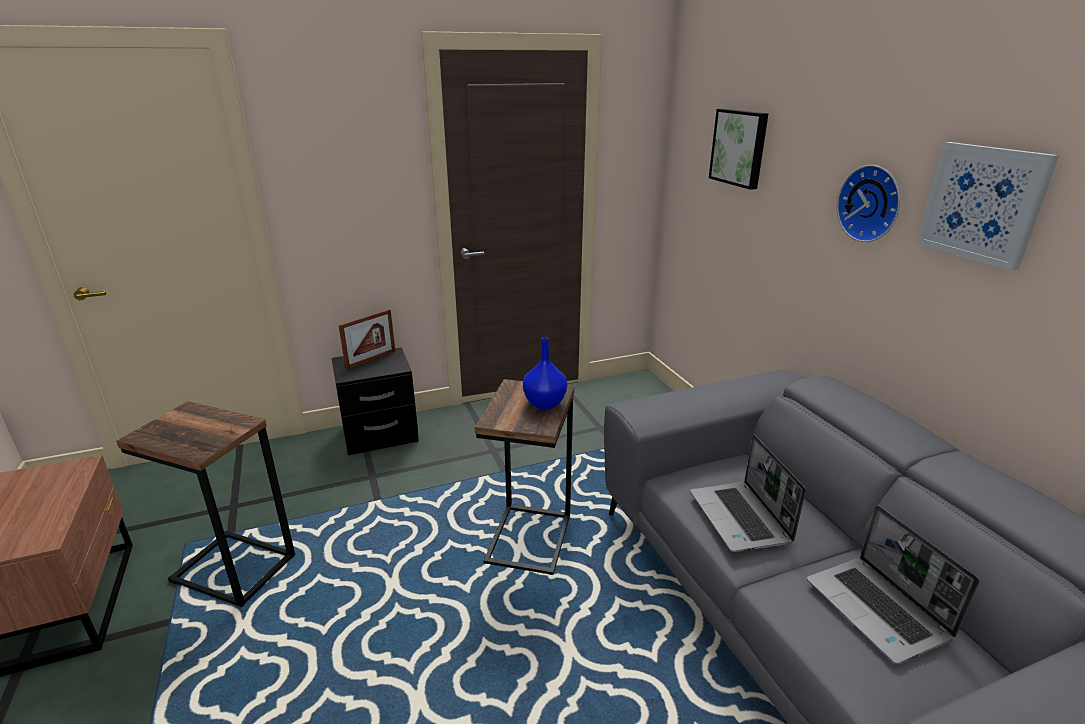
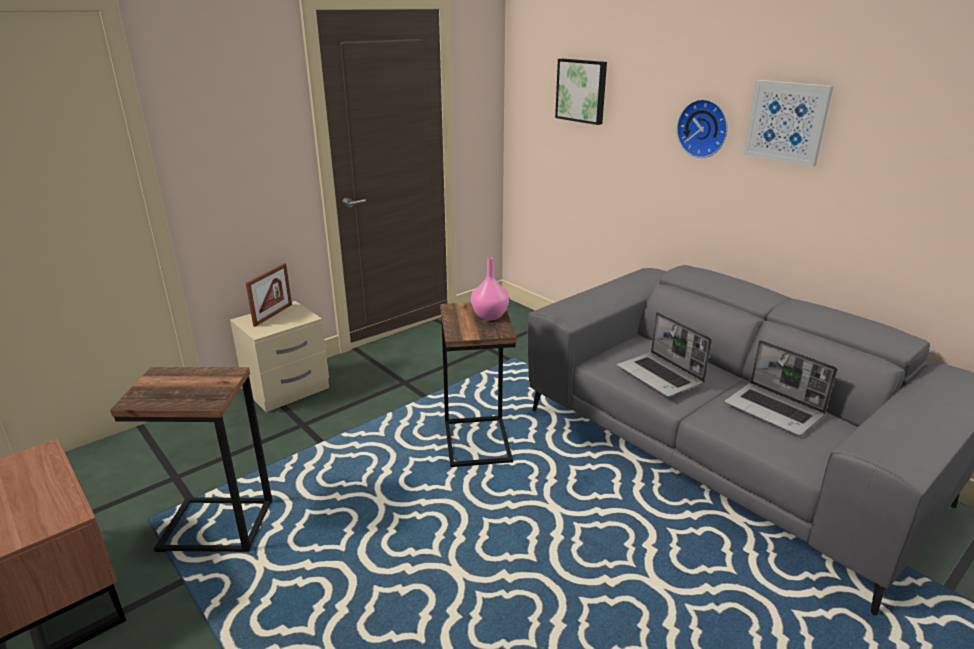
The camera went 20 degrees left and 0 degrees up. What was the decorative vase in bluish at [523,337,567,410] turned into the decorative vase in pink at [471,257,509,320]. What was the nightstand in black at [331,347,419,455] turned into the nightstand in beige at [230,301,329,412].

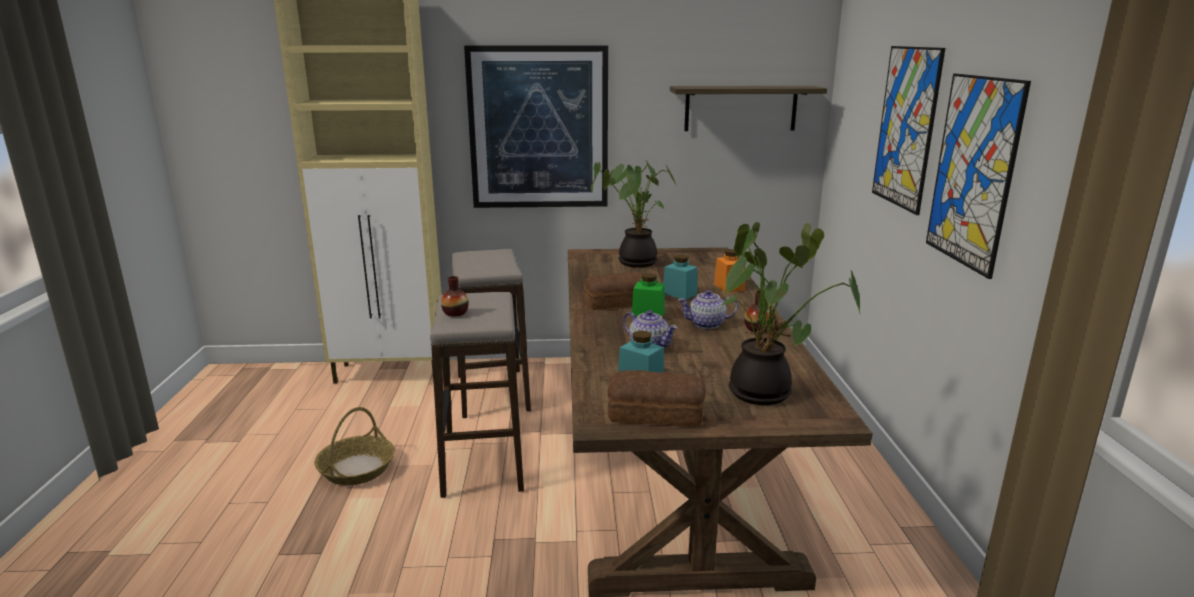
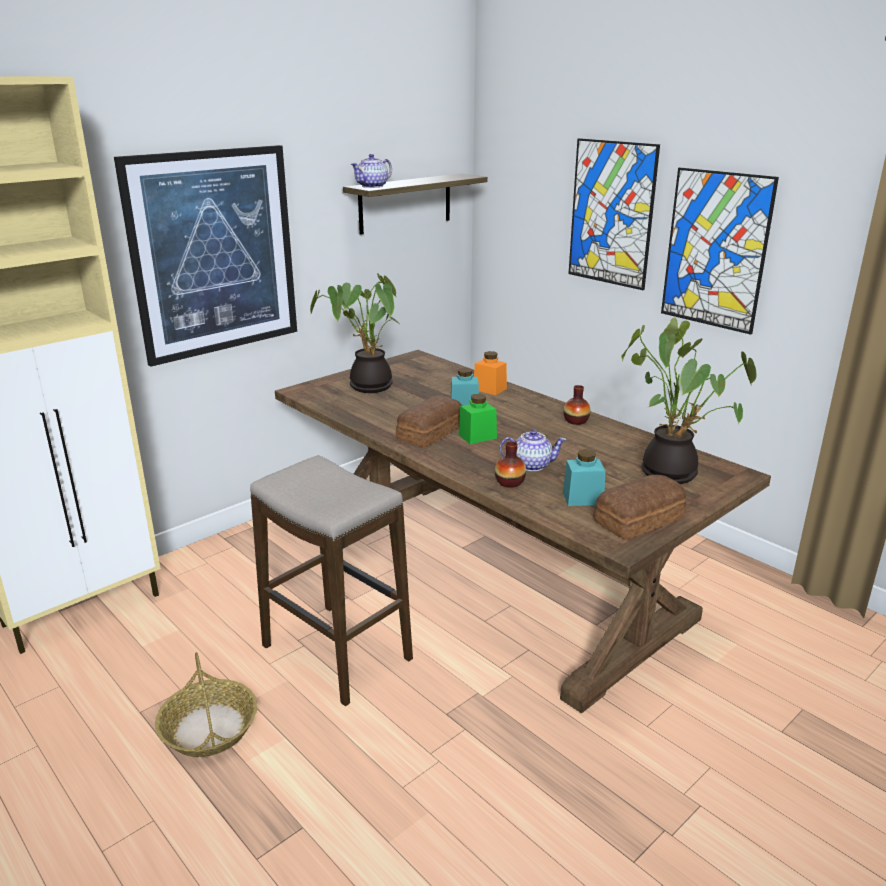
The camera went 40 degrees left and 5 degrees up. The second view lost the sitting stool at [451,249,531,418]. The decorative vase ended up elsewhere, having gone from [441,276,469,317] to [495,441,526,488]. The tea pot ended up elsewhere, having gone from [678,290,738,329] to [351,154,392,188].

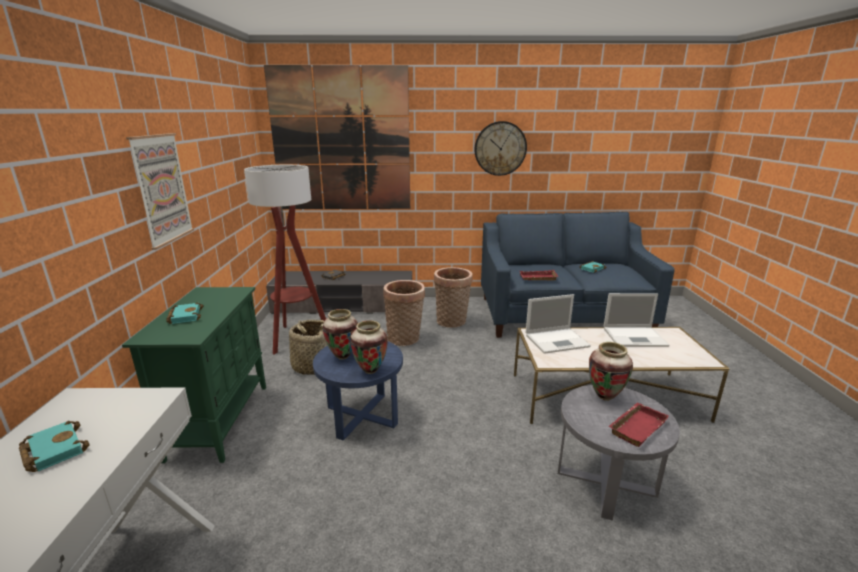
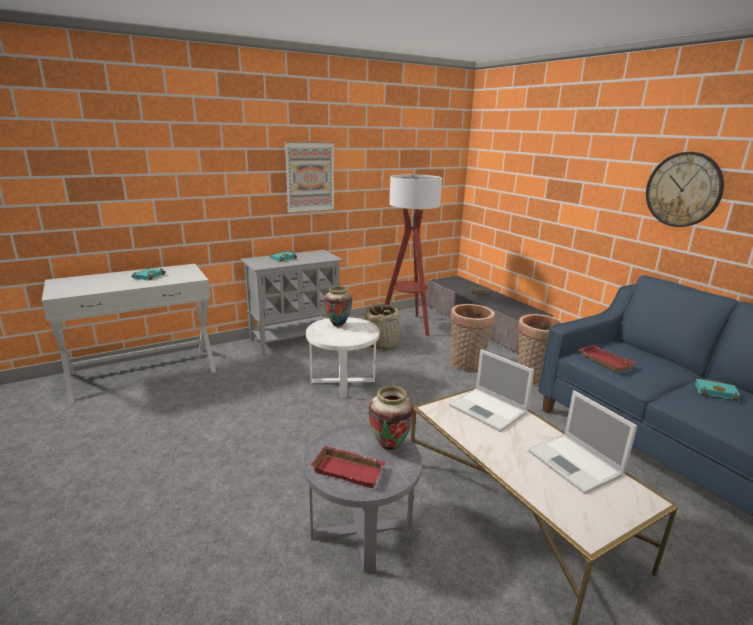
The camera went 60 degrees right and 0 degrees up. The second view lost the wall art at [264,65,410,209]. What was the storage cabinet in green at [122,287,266,463] turned into the storage cabinet in gray at [241,250,343,355]. The second view lost the decorative vase at [350,320,388,374]. What was the side table in bluish at [313,341,403,441] turned into the side table in whitish at [306,317,379,398].

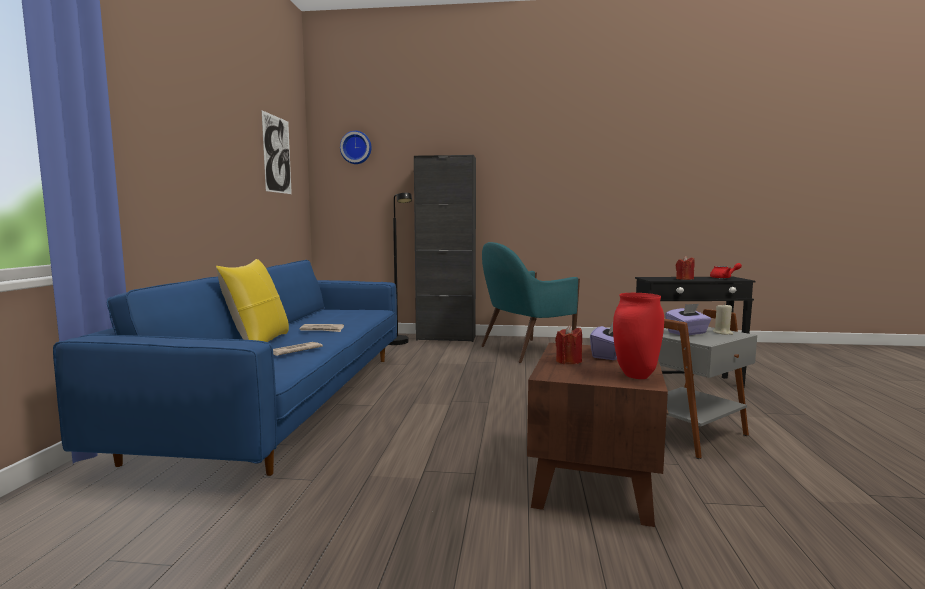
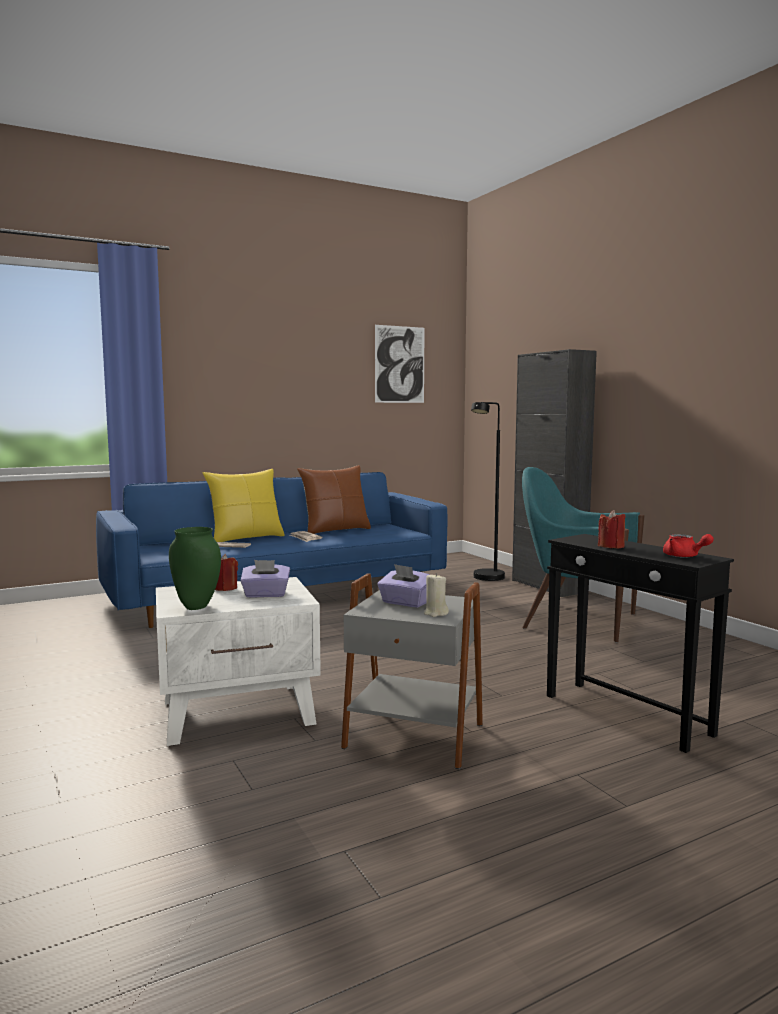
The camera went 55 degrees right and 0 degrees up. The second view lost the clock on the wall at [340,131,371,164]. What was the decorative vase in reddish at [613,293,664,379] turned into the decorative vase in green at [169,527,221,610]. What was the side table in brown-coloured at [527,343,669,527] turned into the side table in whitish at [156,577,321,746]. The second view gained the throw pillow in brown-coloured at [297,465,371,534].

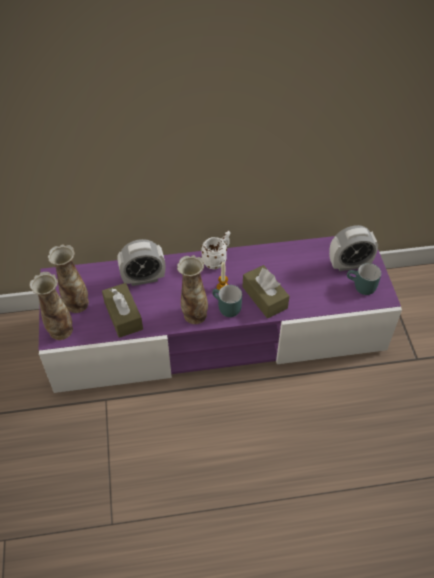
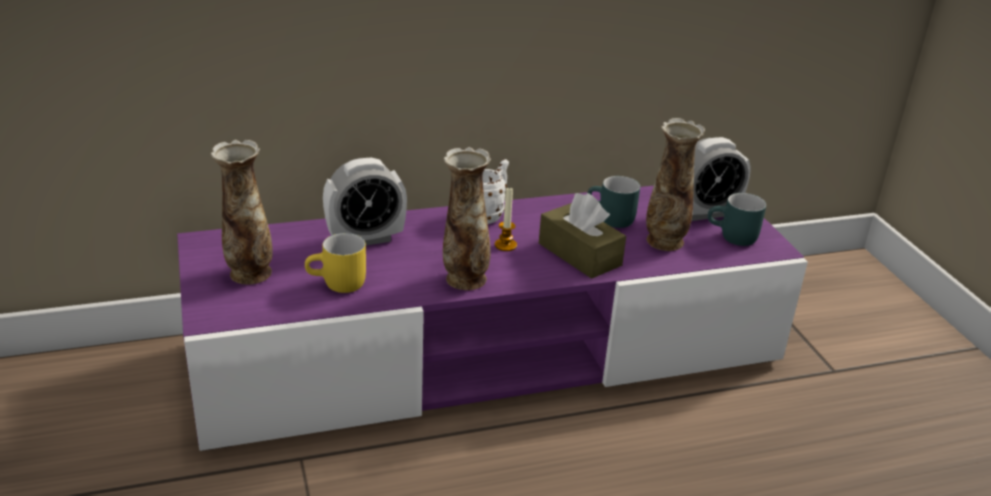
The camera went 10 degrees left and 20 degrees down. The decorative vase ended up elsewhere, having gone from [29,272,73,340] to [646,118,705,251]. Where the tissue box in brown-coloured stood at [102,283,143,338], the tea mug in yellowish came to stand at [305,233,366,293]. The tea mug in blue-green ended up elsewhere, having gone from [212,285,242,317] to [588,176,640,228].

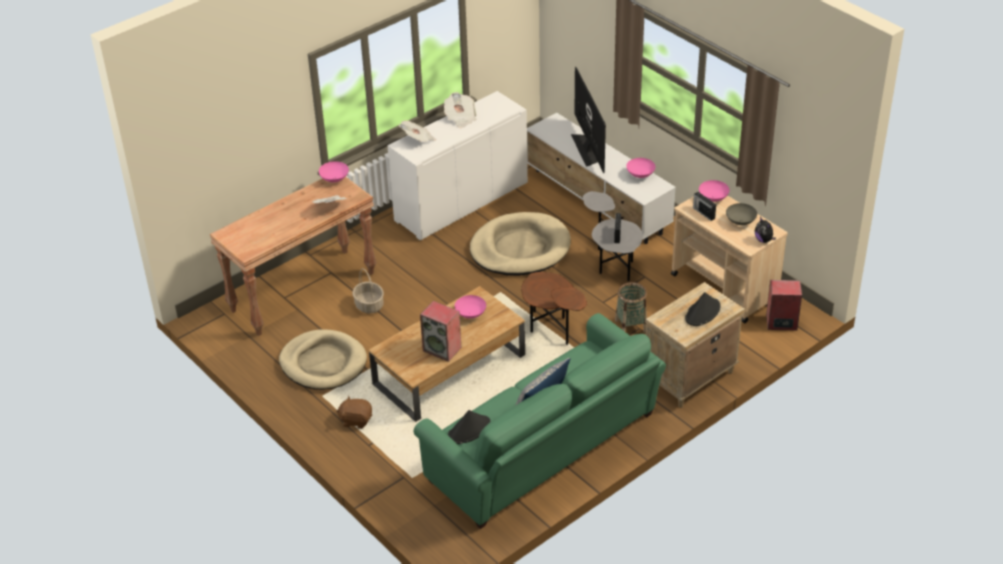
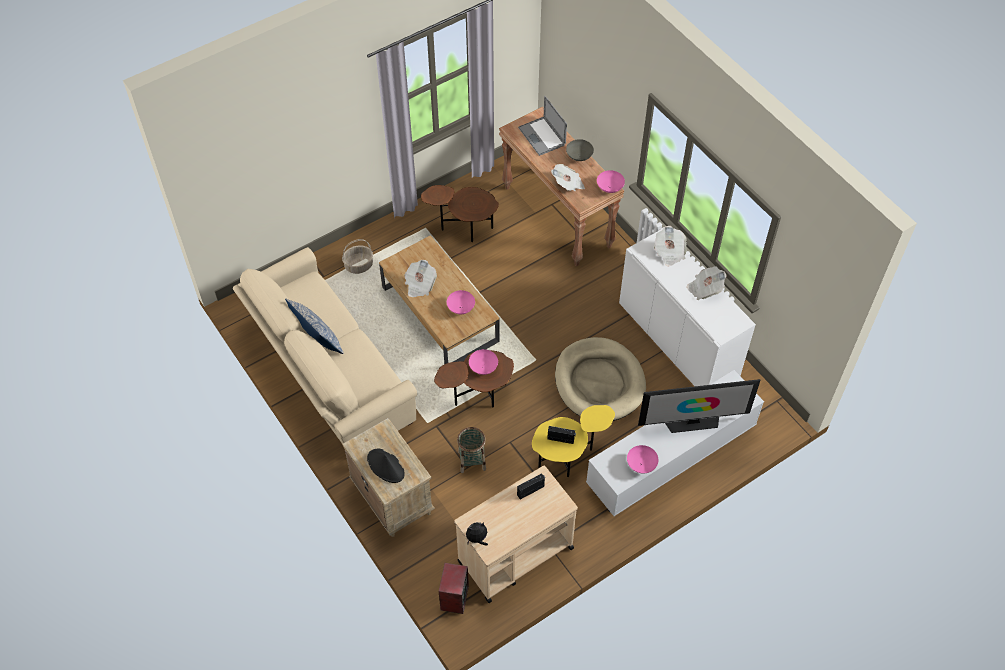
The camera went 95 degrees right and 15 degrees up. The serving bowl in pink ended up elsewhere, having gone from [699,180,730,202] to [469,349,498,375]. What was the side table in gray at [583,191,643,281] turned into the side table in yellowish at [532,405,615,477]. The serving bowl in gray ended up elsewhere, having gone from [726,203,757,225] to [566,139,594,161]. The household basket ended up elsewhere, having gone from [353,268,384,313] to [342,239,373,274]. Where the audio speaker stood at [420,301,461,362], the newspaper came to stand at [404,260,437,297]. What was the sofa in green at [414,313,666,529] turned into the sofa in beige at [233,247,417,444]. Where the dog cushion in beige stood at [279,329,367,390], the side table in brown-coloured came to stand at [421,185,499,242]. The second view lost the plush toy in brown-coloured at [336,396,372,429]. The second view lost the clothing hat in black at [448,410,491,444]. The second view gained the laptop at [518,96,567,156].

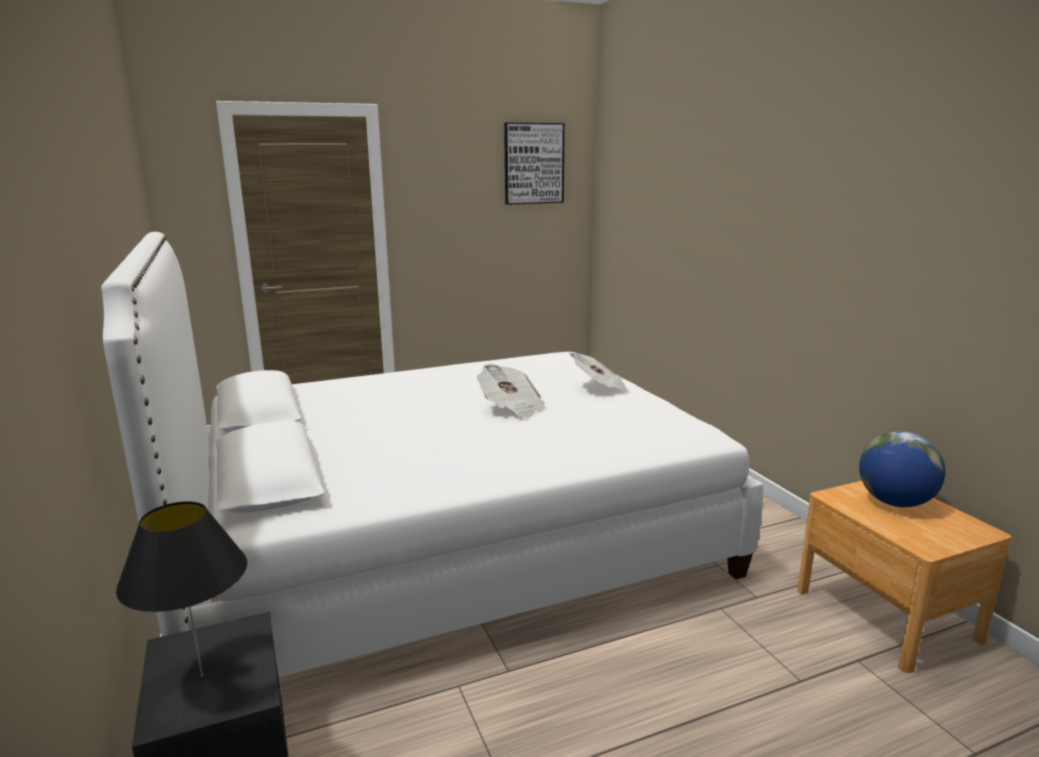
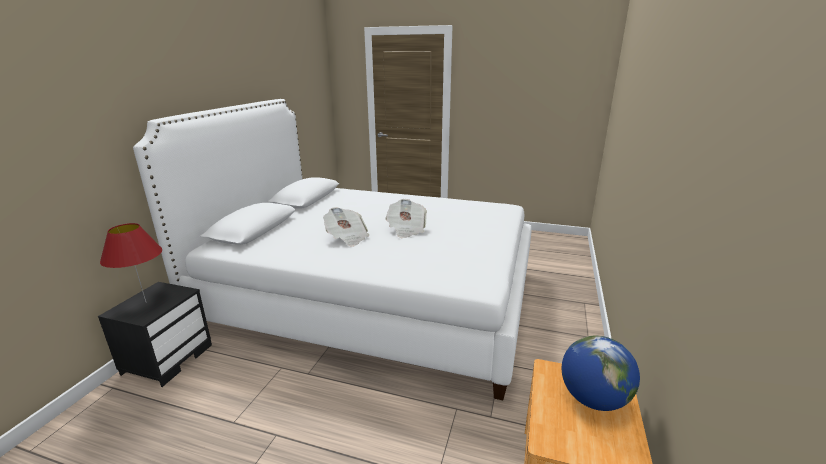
The camera went 40 degrees right and 5 degrees up. The second view lost the wall art at [504,123,565,205]. The newspaper ended up elsewhere, having gone from [569,352,630,393] to [323,207,369,247]. What was the tabletop lamp in black at [116,501,247,677] turned into the tabletop lamp in reddish at [100,223,162,303].

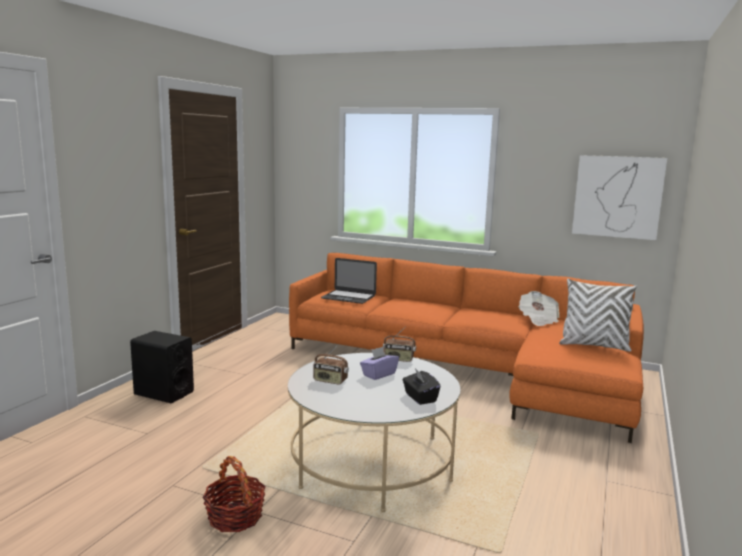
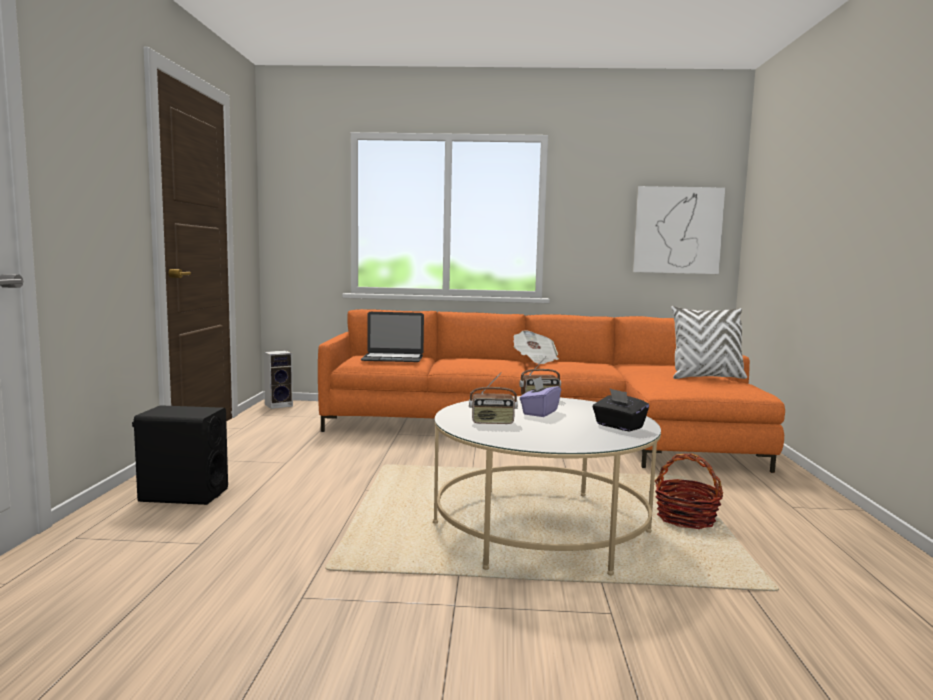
The camera went 20 degrees left and 5 degrees down. The newspaper ended up elsewhere, having gone from [519,291,559,326] to [513,330,559,364]. The household basket ended up elsewhere, having gone from [202,456,266,532] to [655,453,723,529]. The second view gained the audio speaker at [264,350,293,409].

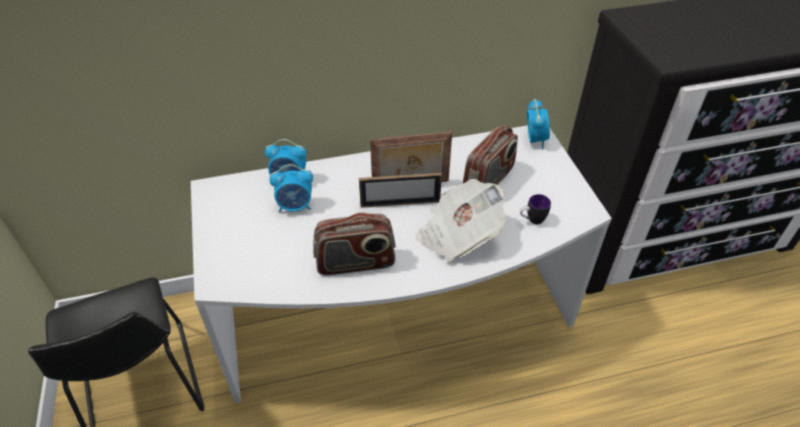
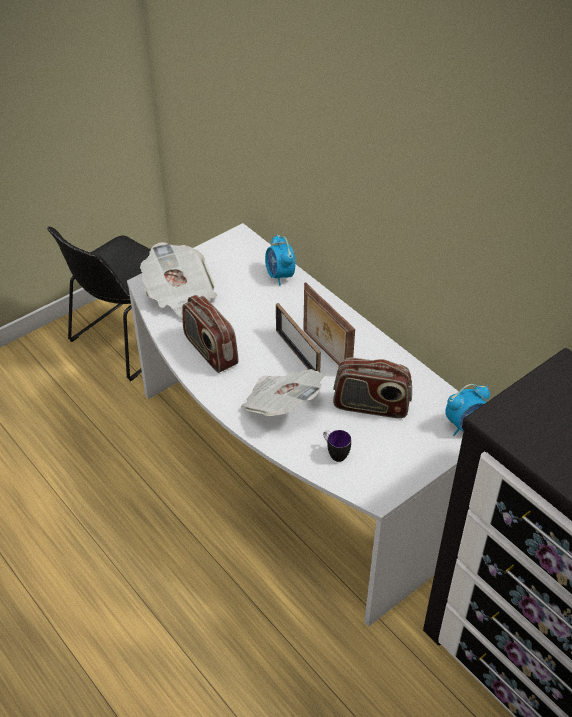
The camera went 65 degrees right and 0 degrees up. The second view lost the alarm clock at [269,164,313,212]. The second view gained the newspaper at [140,242,217,320].

